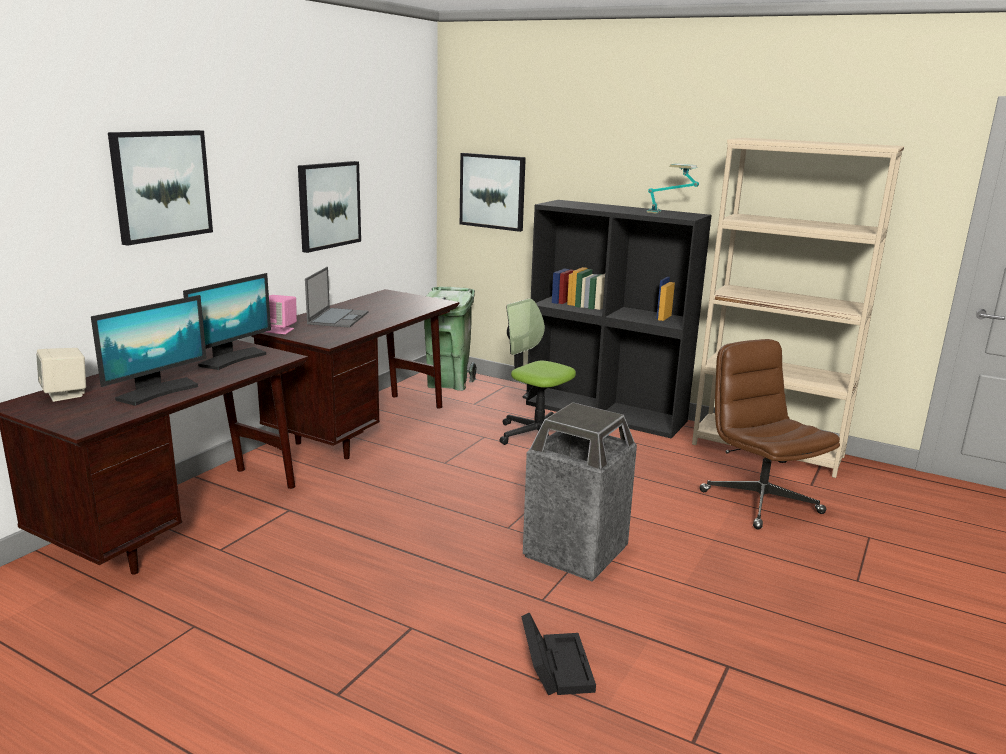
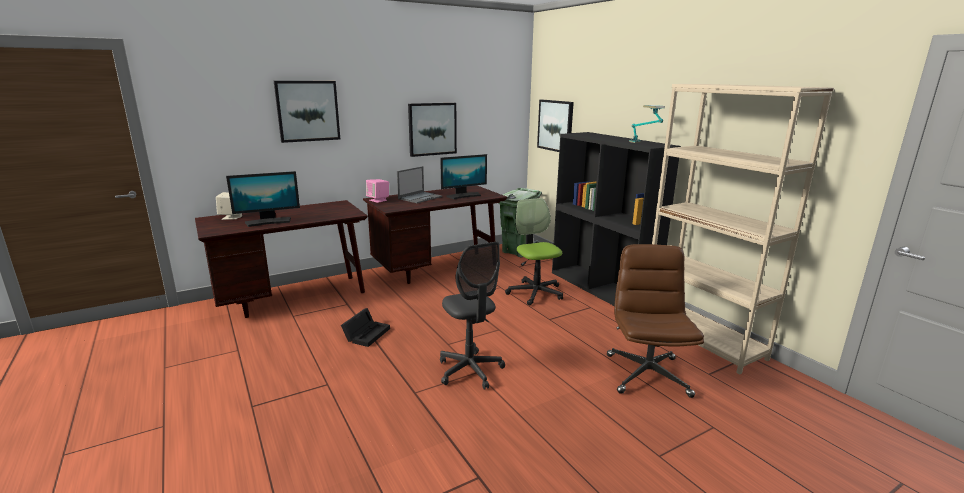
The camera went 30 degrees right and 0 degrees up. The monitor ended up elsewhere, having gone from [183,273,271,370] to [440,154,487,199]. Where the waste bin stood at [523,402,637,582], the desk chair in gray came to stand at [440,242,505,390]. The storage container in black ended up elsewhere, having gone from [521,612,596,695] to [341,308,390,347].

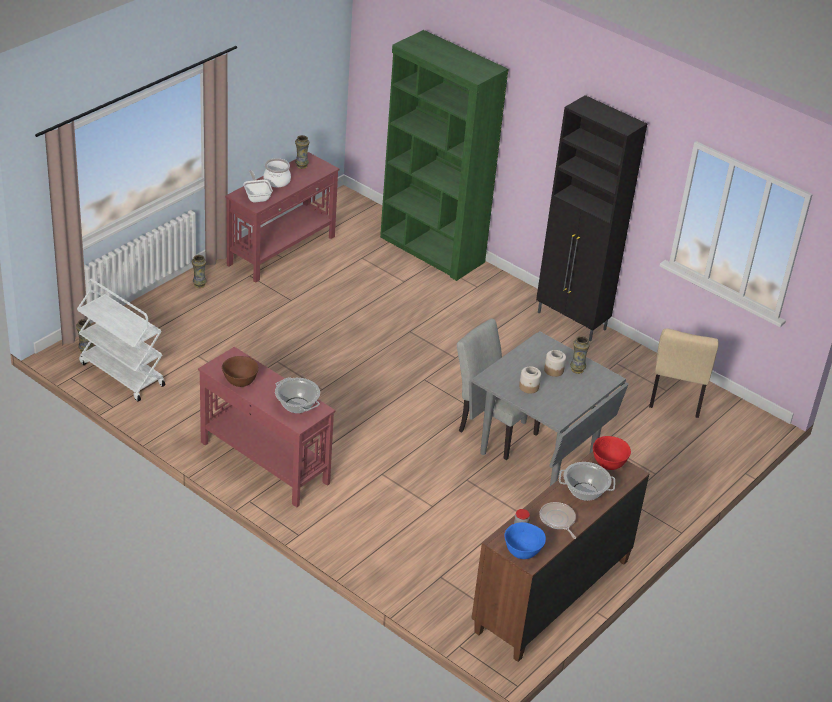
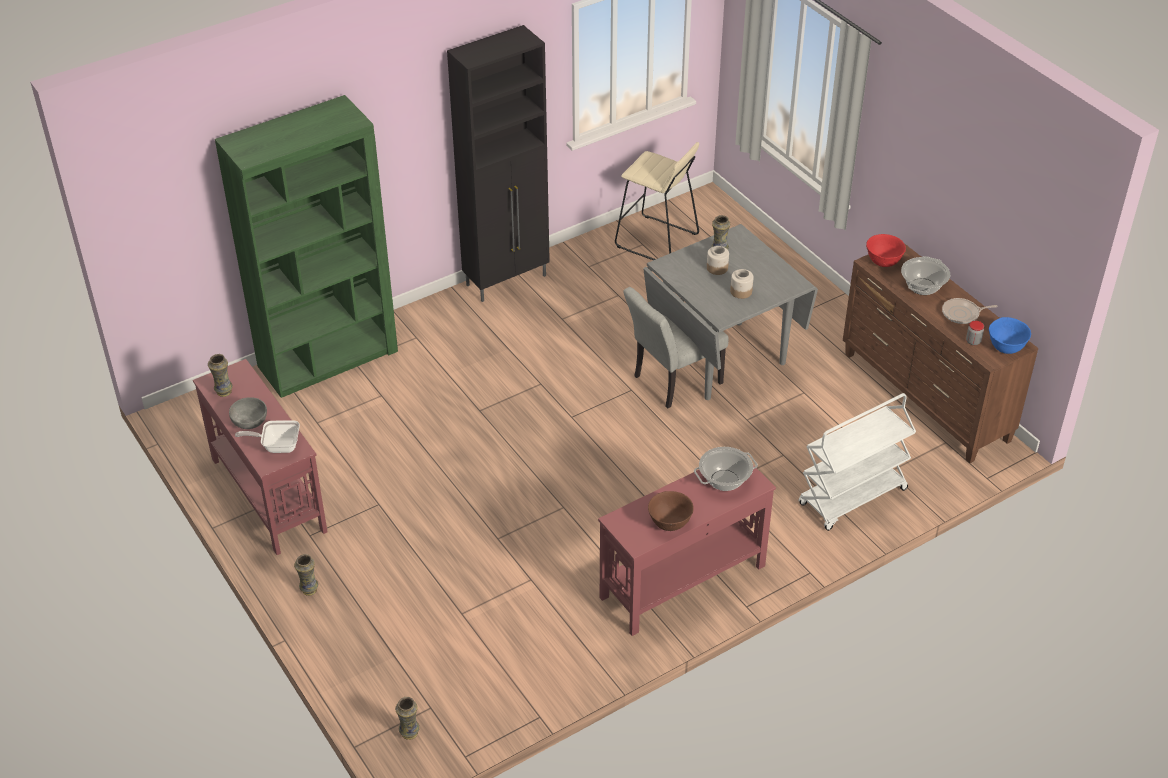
The camera went 70 degrees left and 5 degrees up. Where the stockpot stood at [263,158,291,187], the serving bowl in gray came to stand at [229,397,267,429]. The cart in whitish ended up elsewhere, having gone from [77,279,165,402] to [799,393,916,531]. Where the upright chair in beige stood at [649,328,719,418], the sitting stool in beige came to stand at [615,142,699,260].

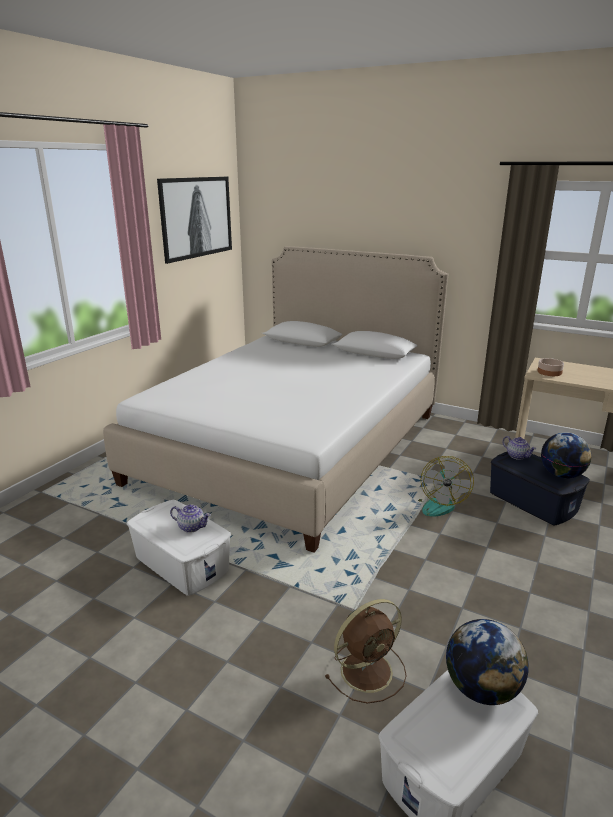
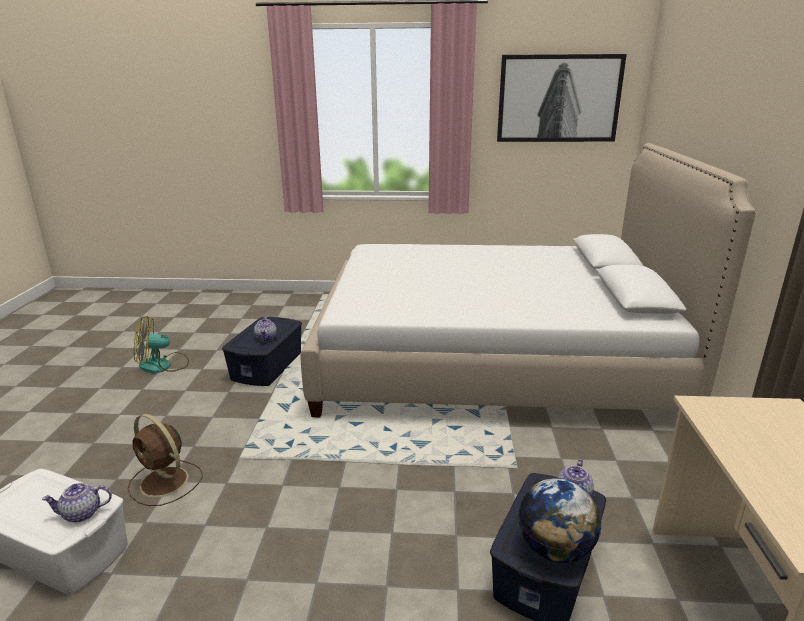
The camera went 65 degrees right and 0 degrees up. The second view lost the serving bowl at [537,358,564,376]. The fan ended up elsewhere, having gone from [418,456,474,517] to [134,316,189,374]. What was the storage container in whitish at [127,500,231,596] turned into the storage container in bluish at [222,317,302,386]. Where the world globe stood at [446,619,529,705], the tea pot came to stand at [42,483,112,523].

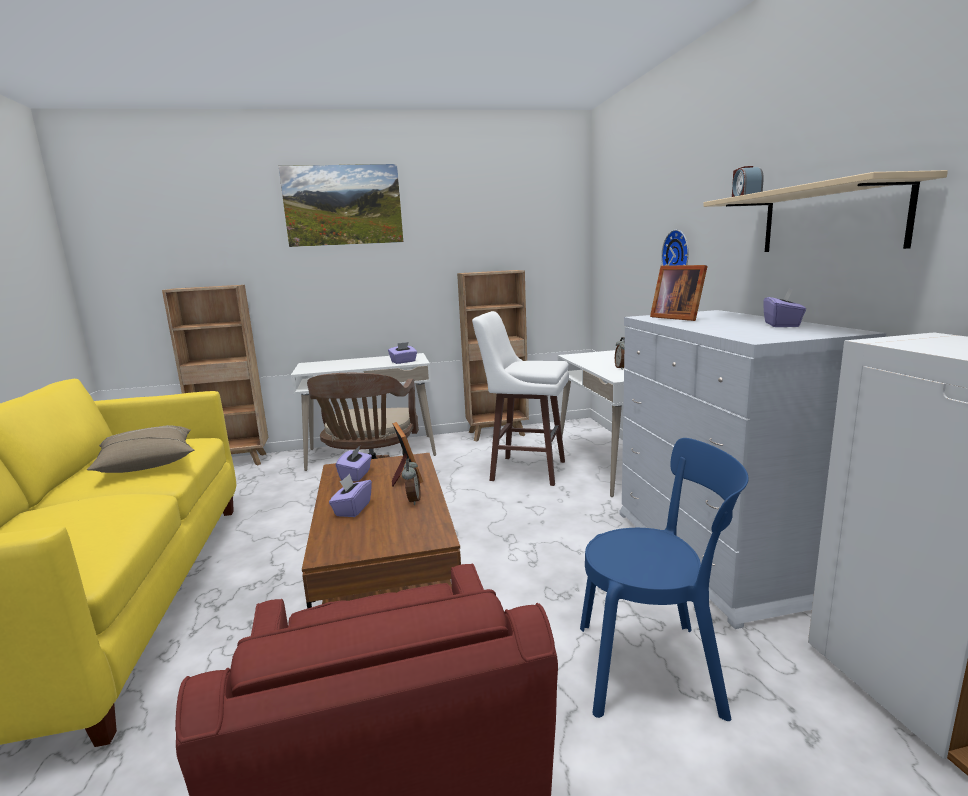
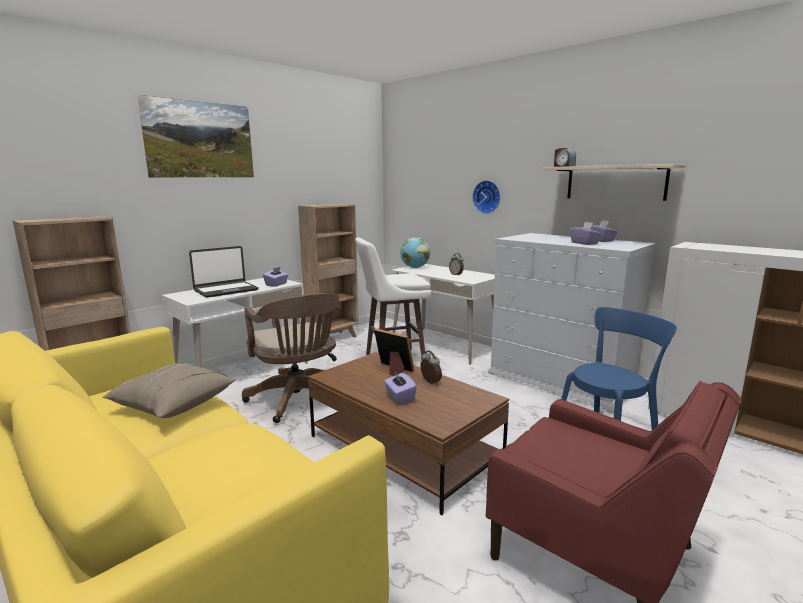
The camera went 35 degrees left and 0 degrees up. The second view lost the photo frame at [650,265,708,321]. The tissue box in purplish ended up elsewhere, having gone from [336,446,372,481] to [570,222,602,245]. The second view gained the world globe at [400,238,430,268]. The second view gained the laptop at [189,246,259,298].

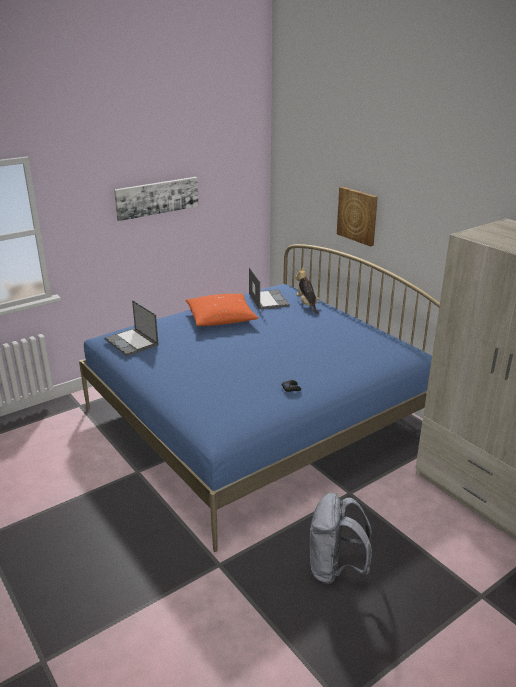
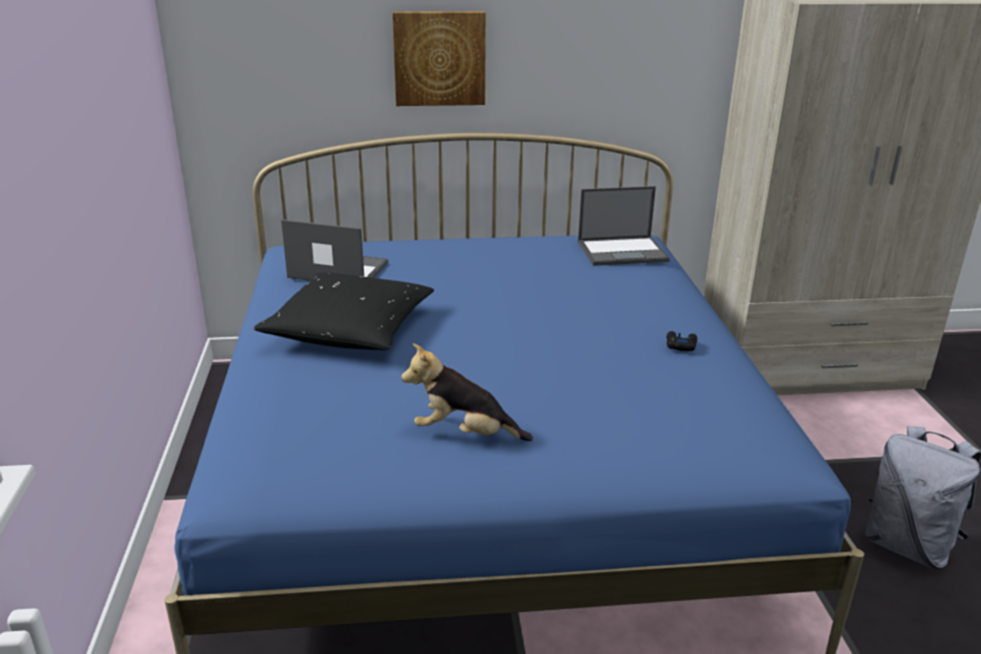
The camera went 60 degrees left and 0 degrees up. The second view lost the wall art at [114,177,199,221]. The plush toy ended up elsewhere, having gone from [295,267,320,314] to [401,343,533,441]. What was the throw pillow in orange-coloured at [186,294,258,326] turned into the throw pillow in black at [253,272,434,350]. The laptop ended up elsewhere, having gone from [105,300,159,356] to [578,186,670,266].

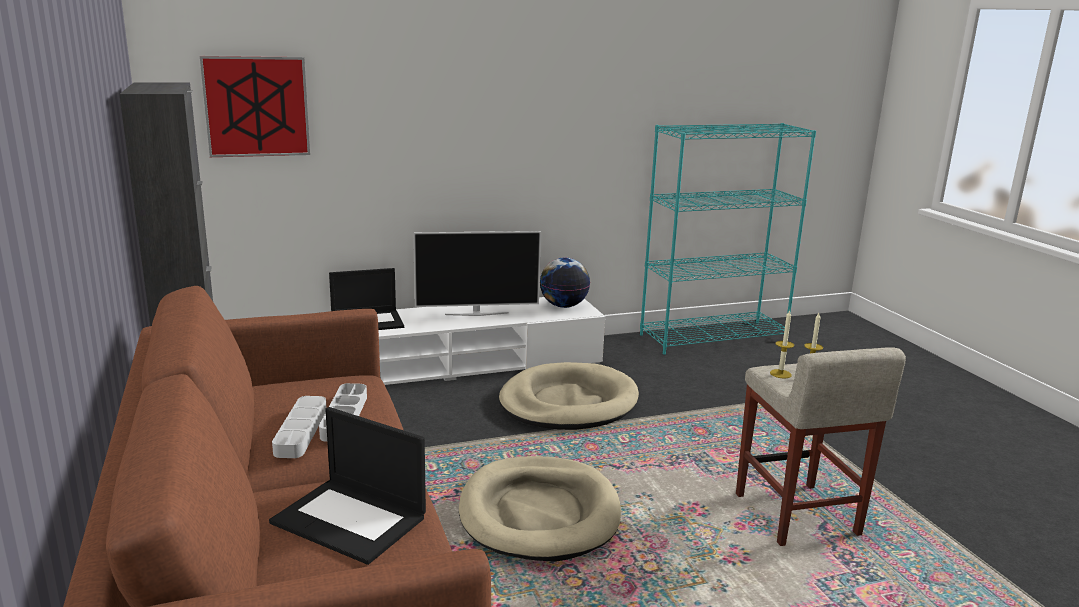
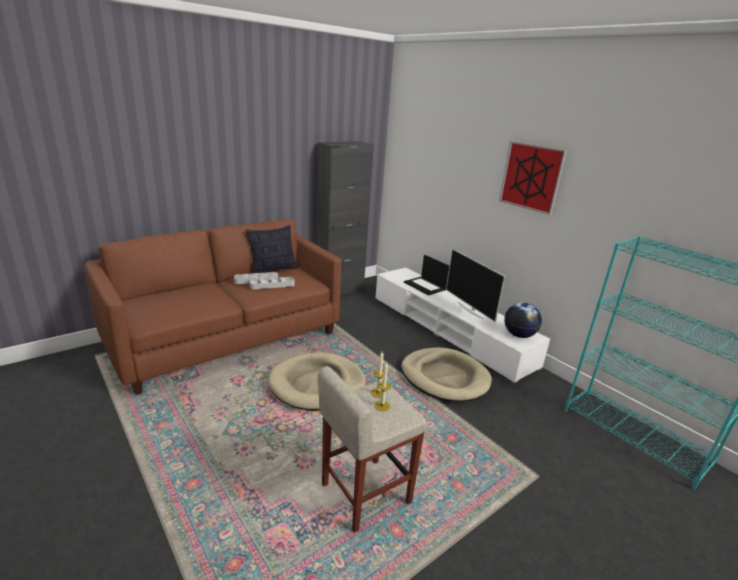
The camera went 70 degrees right and 5 degrees up. The wall art ended up elsewhere, having gone from [200,56,310,157] to [499,142,567,215]. The second view lost the laptop at [269,407,426,565]. The second view gained the throw pillow at [246,225,298,273].

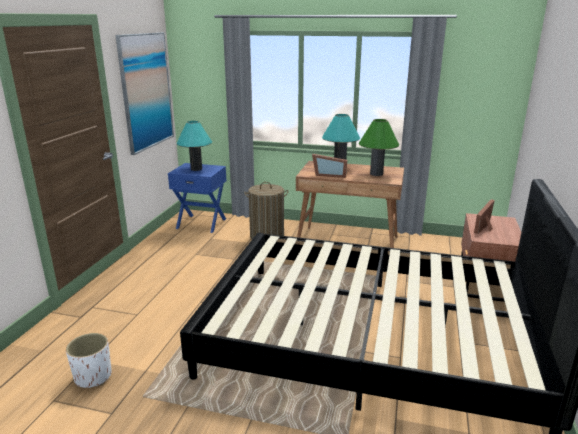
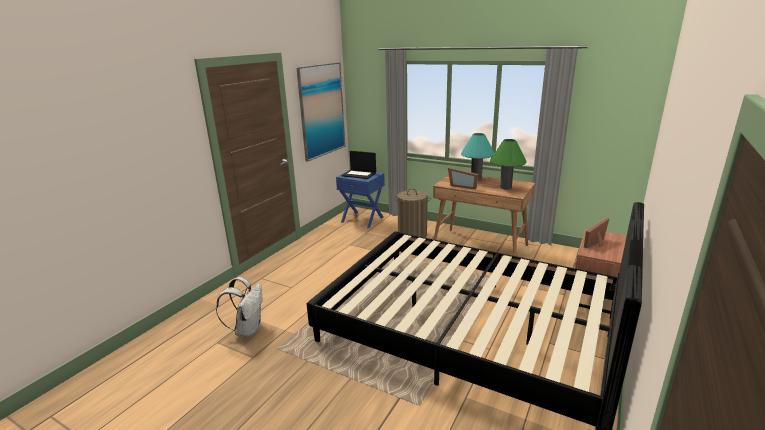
The camera went 15 degrees right and 0 degrees up. Where the tabletop lamp in blue-green stood at [177,121,212,171], the laptop came to stand at [341,151,376,179]. Where the plant pot in whitish stood at [66,333,112,388], the knapsack in whitish came to stand at [216,277,262,337].

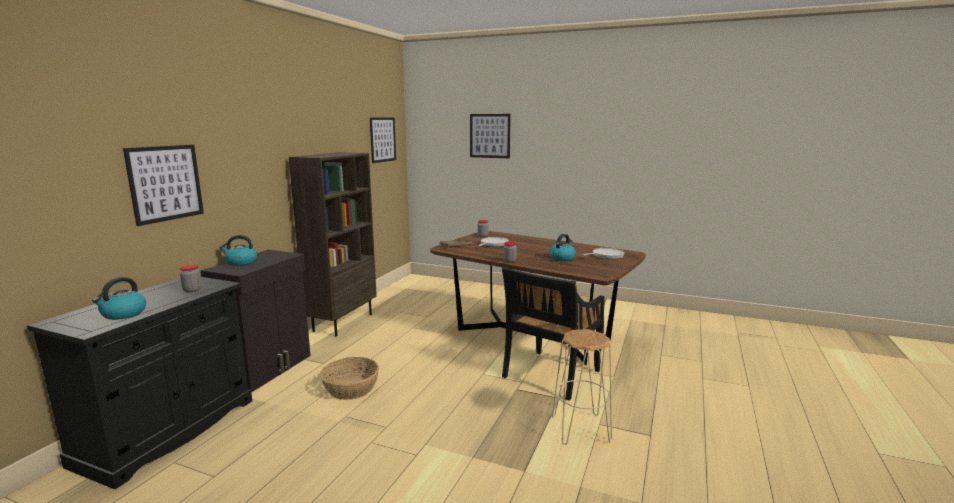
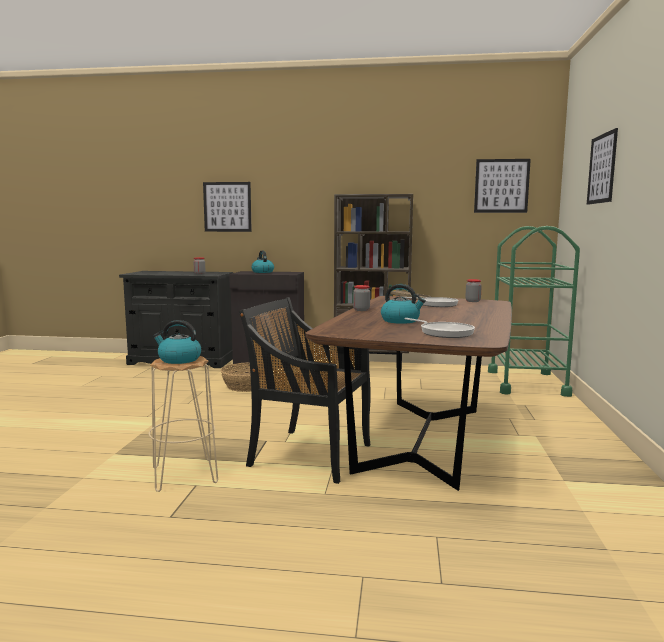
The camera went 75 degrees right and 5 degrees down. The water kettle ended up elsewhere, having gone from [92,277,146,320] to [153,320,201,364]. The second view gained the cart in green at [488,226,580,397].

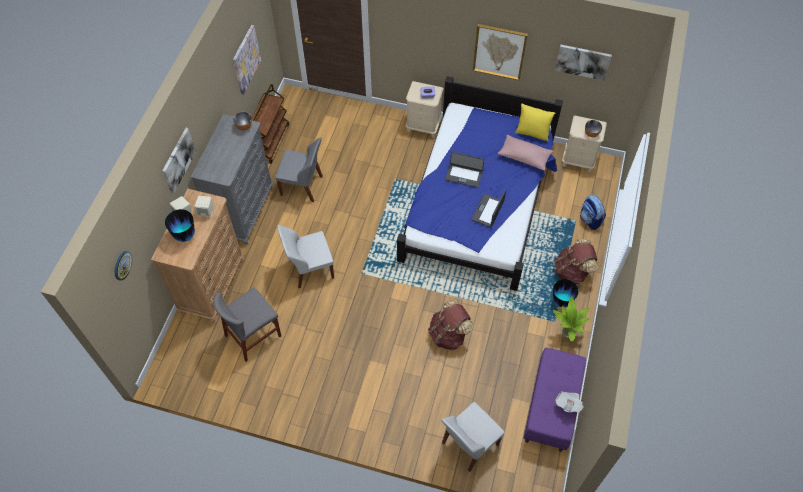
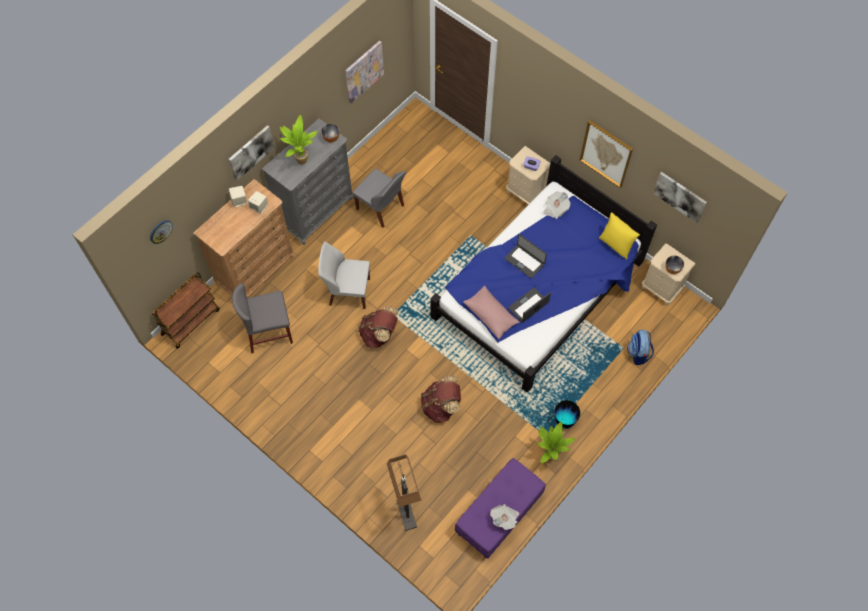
The camera went 25 degrees right and 5 degrees up. The cart in brown-coloured ended up elsewhere, having gone from [252,84,289,164] to [151,273,220,349]. The throw pillow in pink ended up elsewhere, having gone from [498,135,553,171] to [463,286,520,339]. The second view lost the decorative vase at [165,209,195,242]. The knapsack in brown-coloured ended up elsewhere, having gone from [554,239,598,284] to [358,306,399,348]. Where the upright chair in whitish stood at [441,402,504,472], the standing lamp came to stand at [387,454,421,531]. The second view gained the plant in a pot at [280,115,318,164]. The second view gained the newspaper at [543,191,570,219].

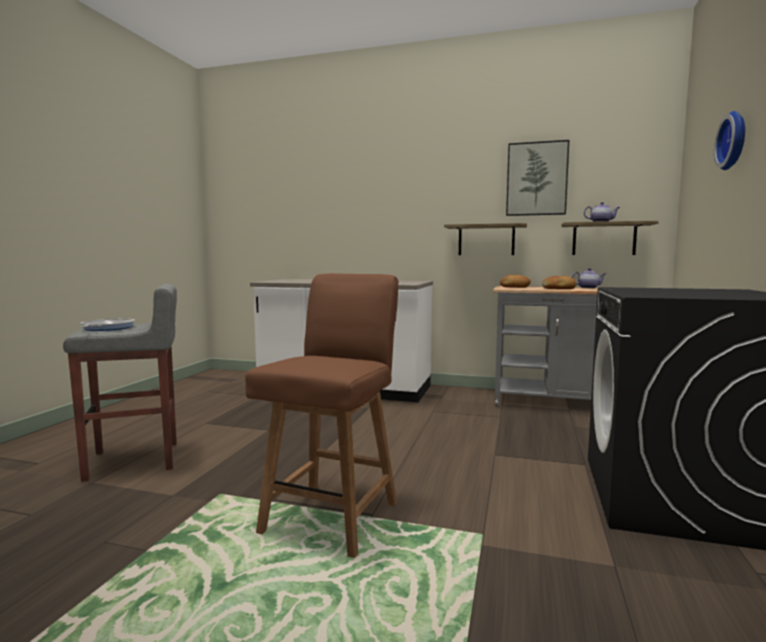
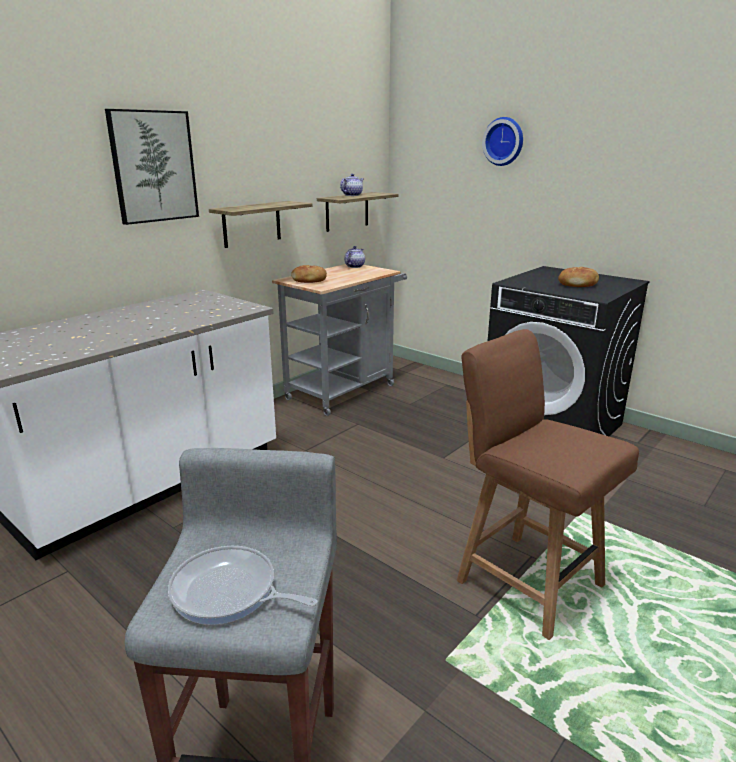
The camera went 65 degrees left and 15 degrees up. The wall art ended up elsewhere, having gone from [506,140,569,216] to [105,109,199,225]. The bread ended up elsewhere, having gone from [542,275,576,289] to [558,267,599,287].

